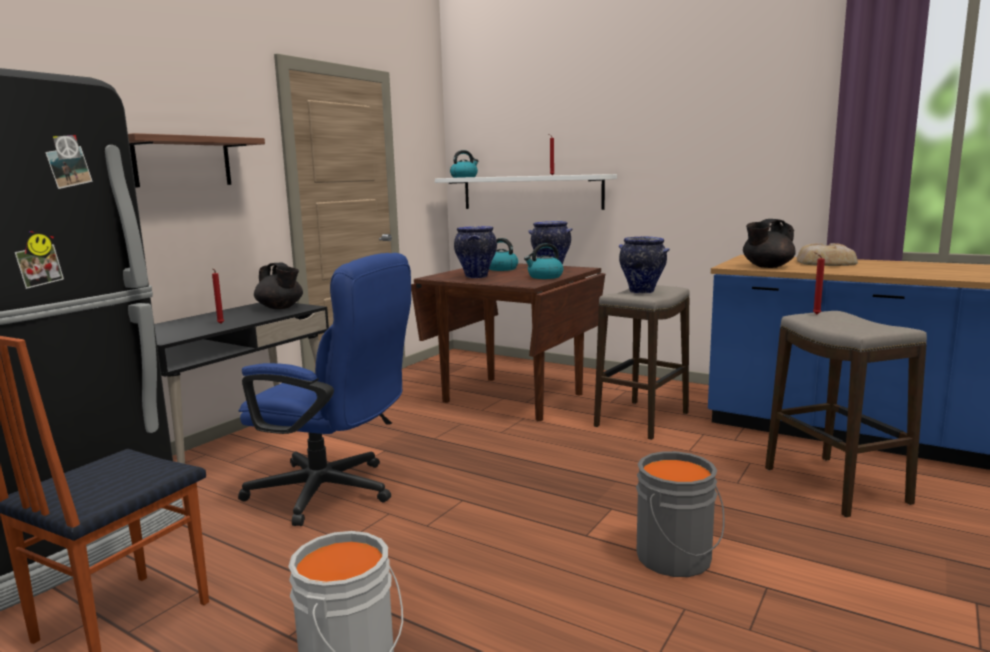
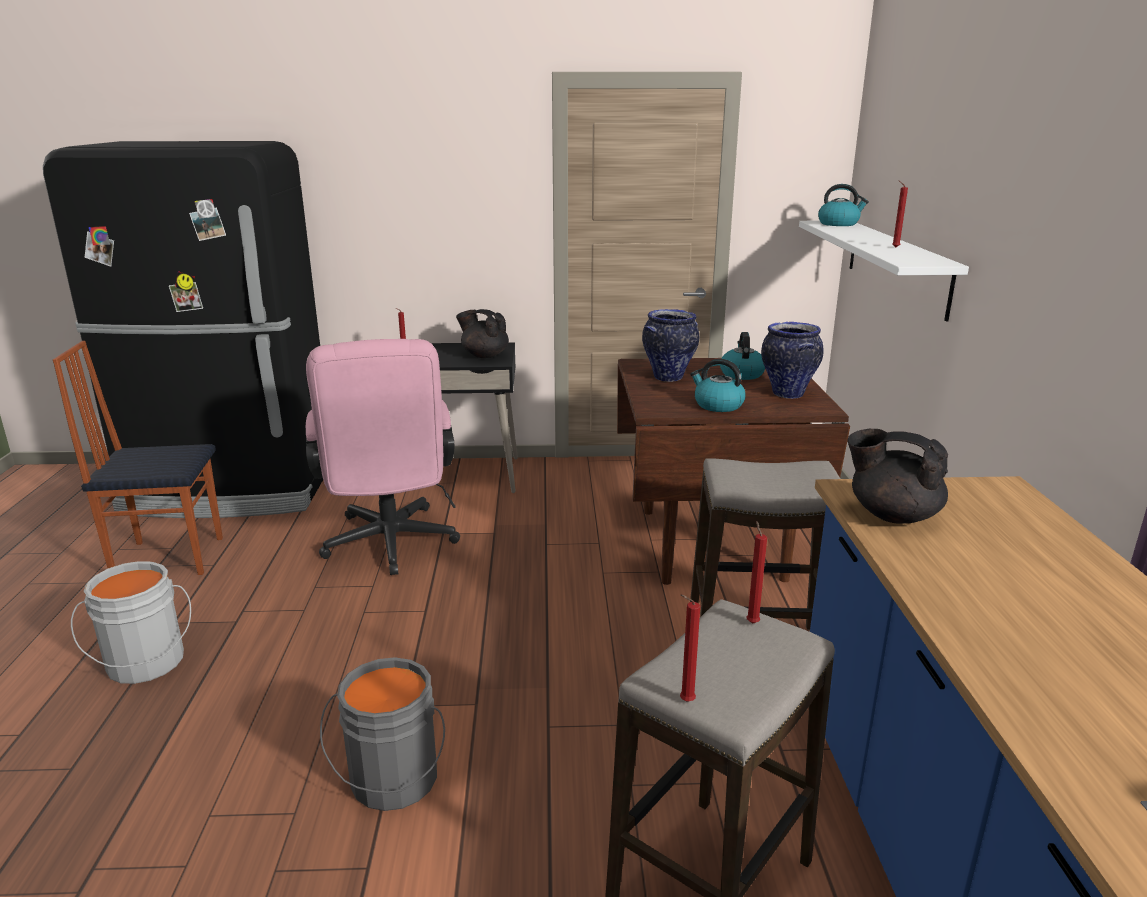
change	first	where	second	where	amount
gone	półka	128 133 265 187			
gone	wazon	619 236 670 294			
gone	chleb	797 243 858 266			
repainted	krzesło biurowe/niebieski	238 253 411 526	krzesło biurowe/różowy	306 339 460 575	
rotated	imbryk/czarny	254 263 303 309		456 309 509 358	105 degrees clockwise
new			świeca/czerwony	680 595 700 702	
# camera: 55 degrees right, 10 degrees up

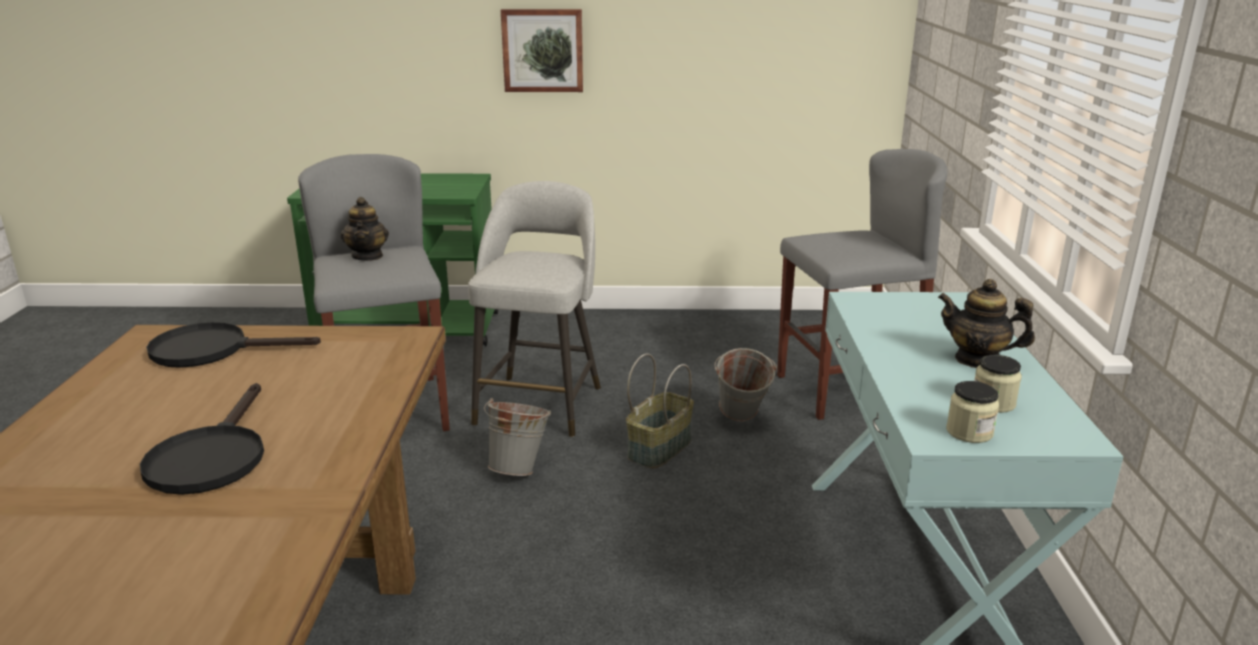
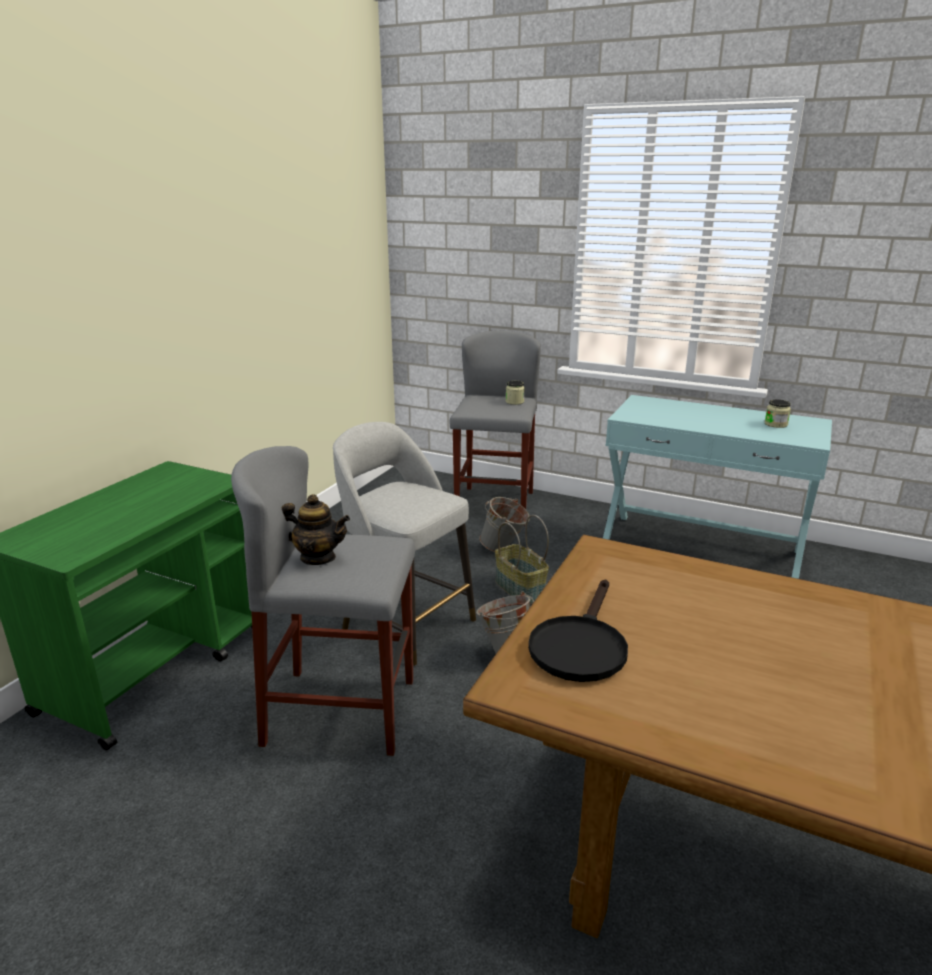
change	first	where	second	where	amount
gone	obraz	501 9 583 92			
gone	imbryk	938 279 1035 368			
shifted	słoik	946 381 999 443		506 381 525 405	
gone	patelnia/czarny	140 383 264 495			
# camera: 65 degrees left, 0 degrees up

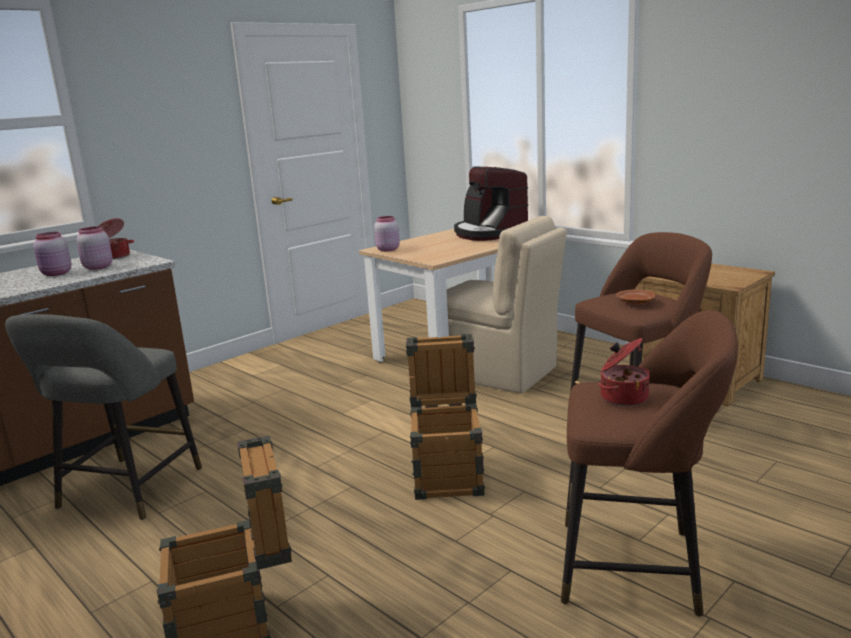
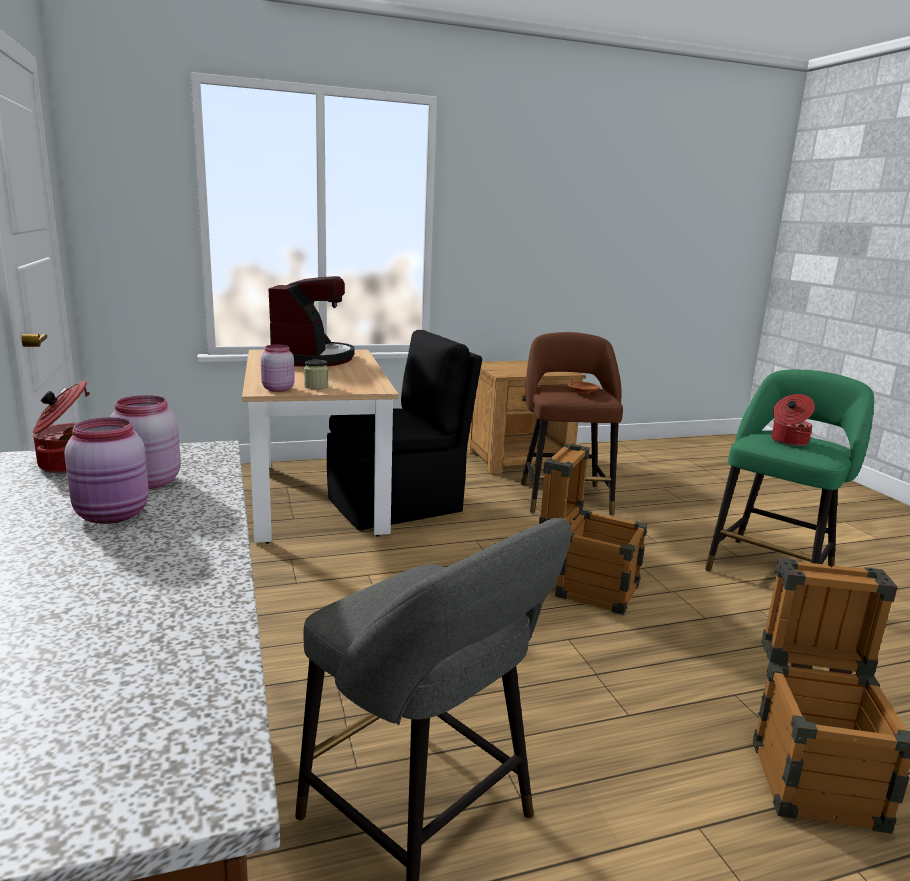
change	first	where	second	where	amount
rotated	ekspres do kawy	454 167 528 241		268 276 355 367	90 degrees counterclockwise
repainted	krzesło/beżowy	446 216 567 393	krzesło/czarny	327 330 482 530	
repainted	stołek/brązowy	561 310 738 617	stołek/zielony	705 370 874 572	
new			słoik	304 360 328 389	
# camera: 65 degrees left, 0 degrees up

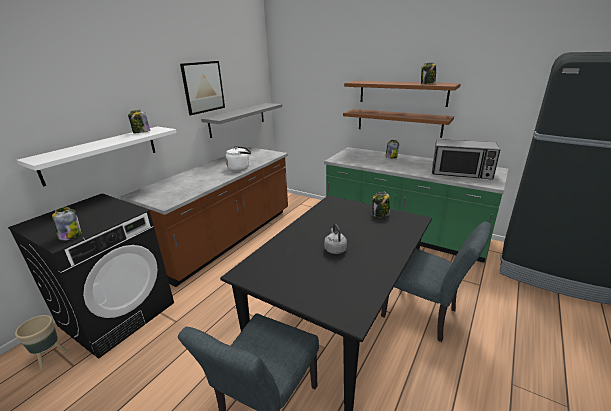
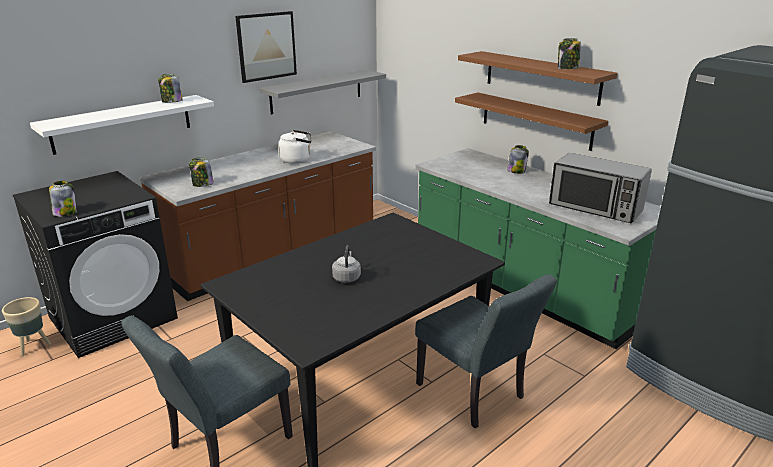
change	first	where	second	where	amount
shifted	słoik	372 191 390 217		189 157 214 187	
# camera: 15 degrees right, 0 degrees up

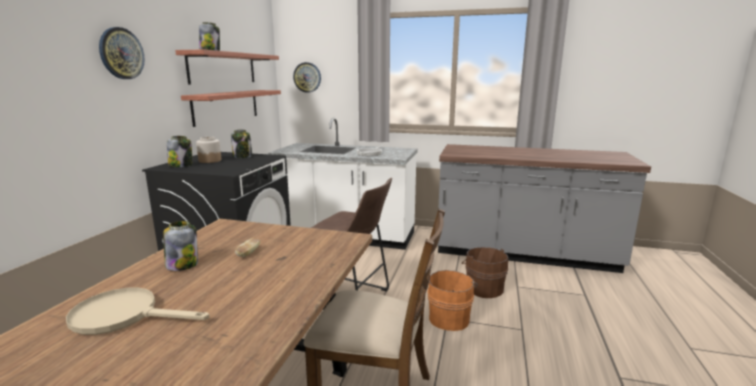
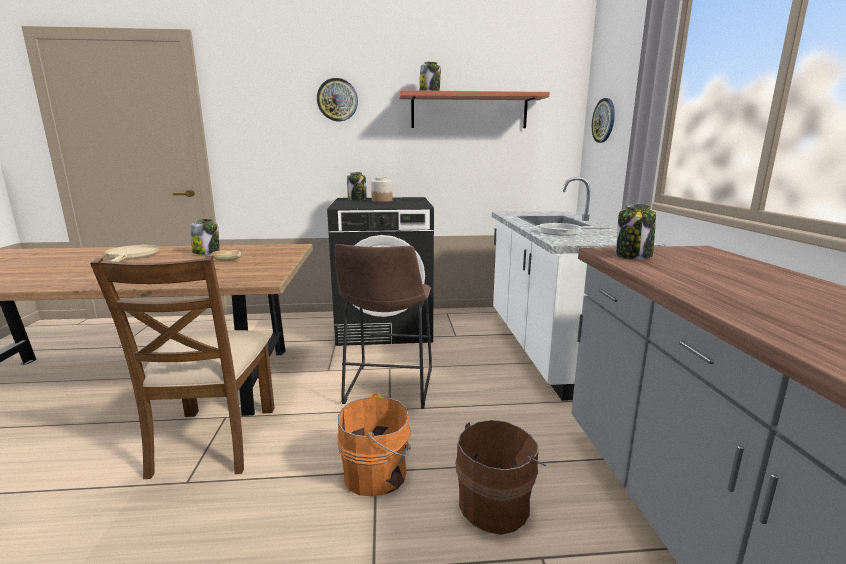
change	first	where	second	where	amount
gone	półka	181 90 281 127			
shifted	słoik	231 129 252 158		616 204 656 260	
# camera: 70 degrees right, 0 degrees up

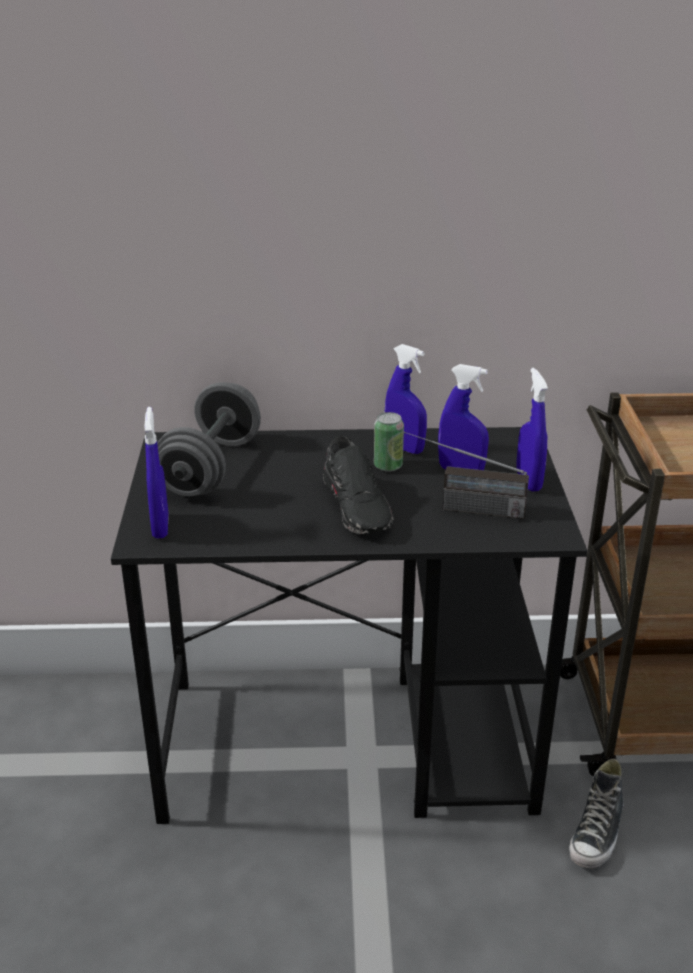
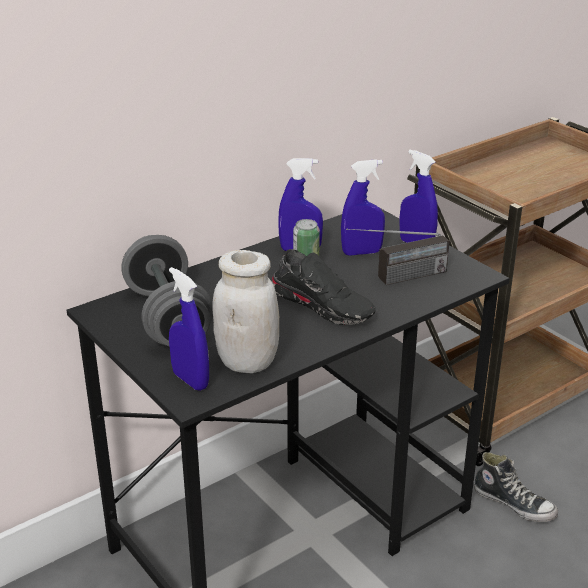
change	first	where	second	where	amount
rotated	but	569 759 624 868		474 452 558 522	45 degrees counterclockwise
new			słoik/biały	212 250 279 373	
# camera: 35 degrees left, 0 degrees up

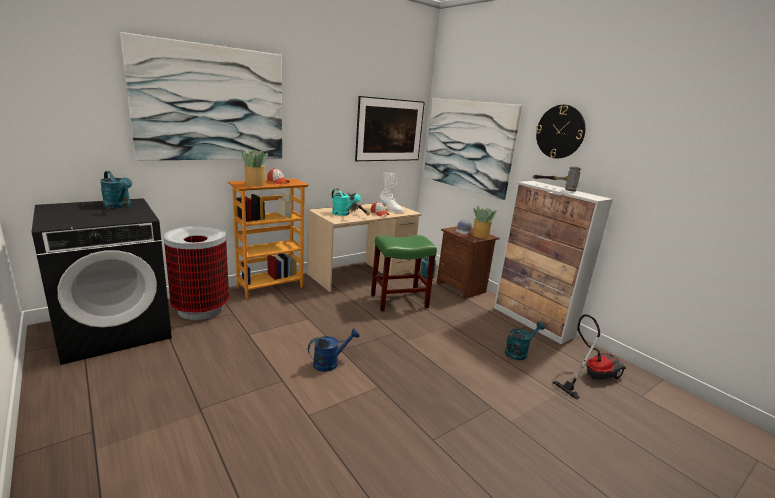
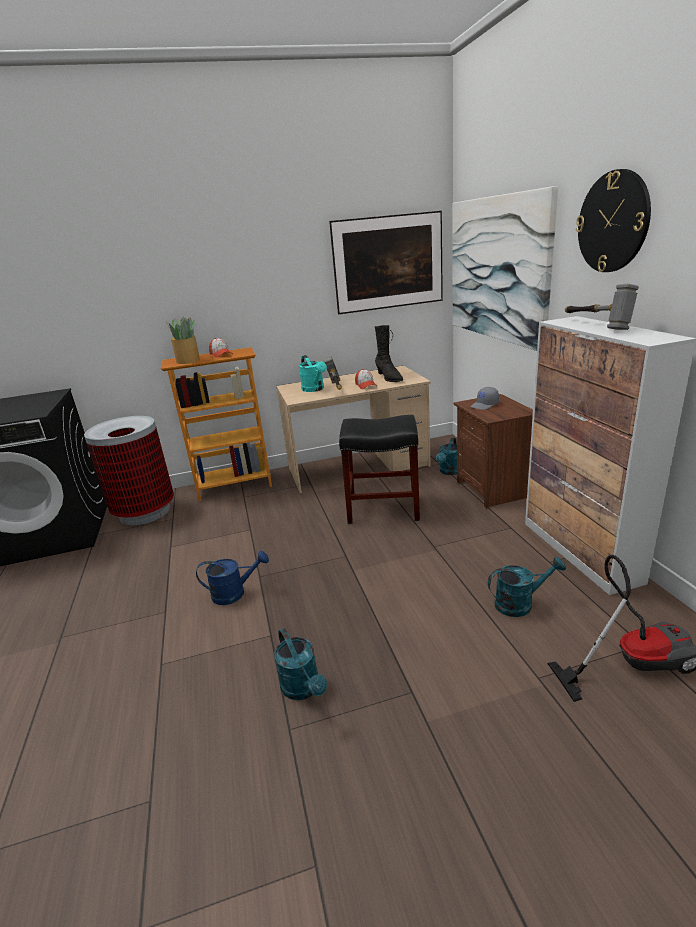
change	first	where	second	where	amount
gone	obraz	120 32 282 161			
shifted	konewka/turkusowy	100 171 132 208		275 628 327 700	
repainted	but z cholewką/biały	380 173 404 213	but z cholewką/czarny	375 325 403 382	
gone	roślina doniczkowa	472 206 497 239			
repainted	stołek/zielony	371 235 437 312	stołek/czarny	339 415 420 524	
# camera: 25 degrees right, 5 degrees up

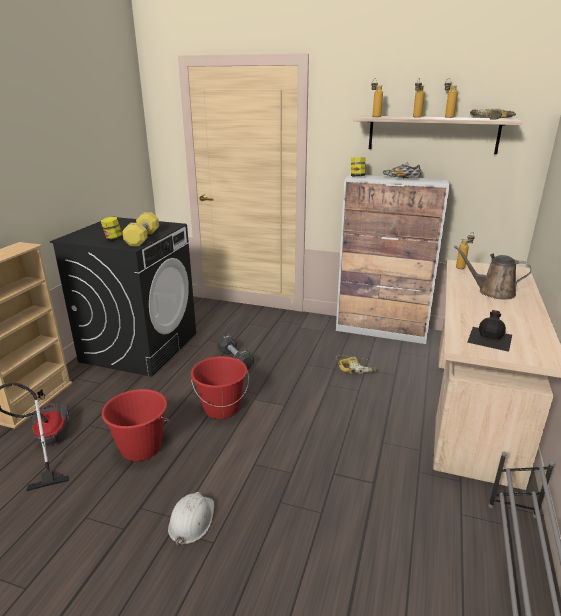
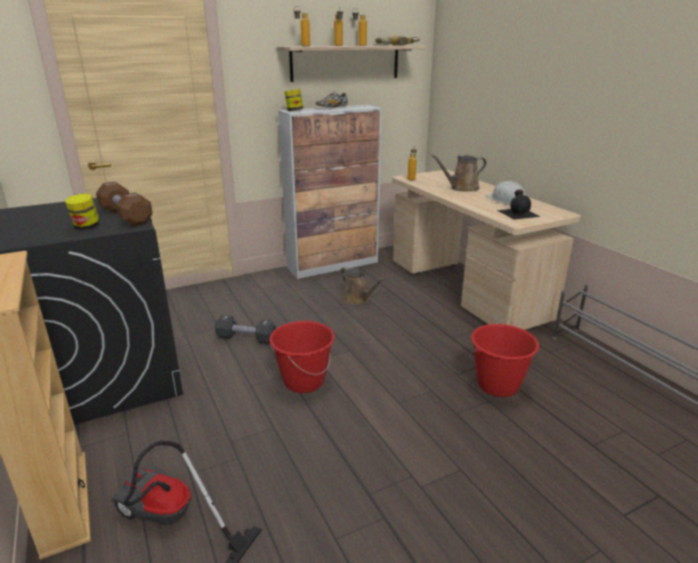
change	first	where	second	where	amount
repainted	hantel/żółty	122 212 159 246	hantel/brązowy	96 182 153 226	
swapped	wiertarka	336 355 378 374	konewka/brązowy	340 266 385 304	
shifted	wiadro/czerwony	102 389 169 461		469 324 539 397	
shifted	kask/biały	168 492 214 545		486 181 525 205	
# camera: 45 degrees left, 0 degrees up

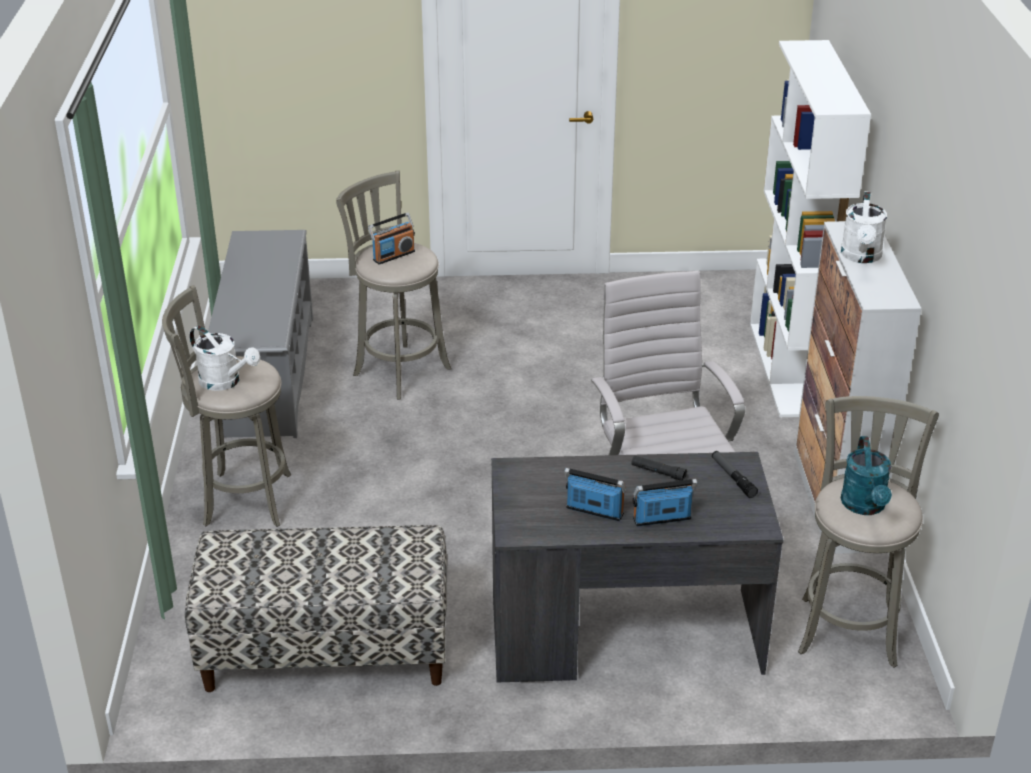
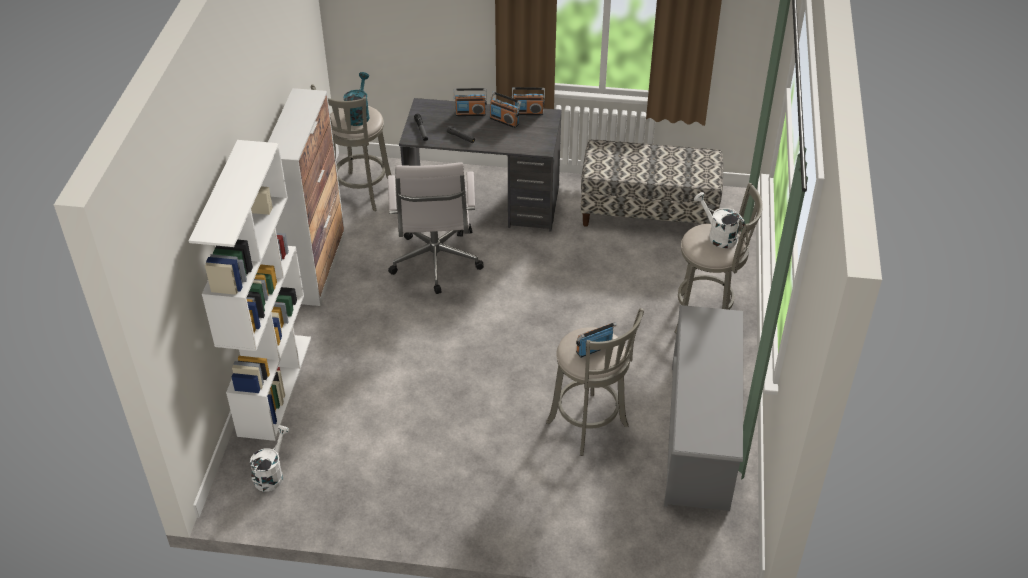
change	first	where	second	where	amount
shifted	konewka/biały	841 191 887 263		250 425 290 492	
new			radio	512 87 545 115	
# camera: 170 degrees left, 10 degrees up

